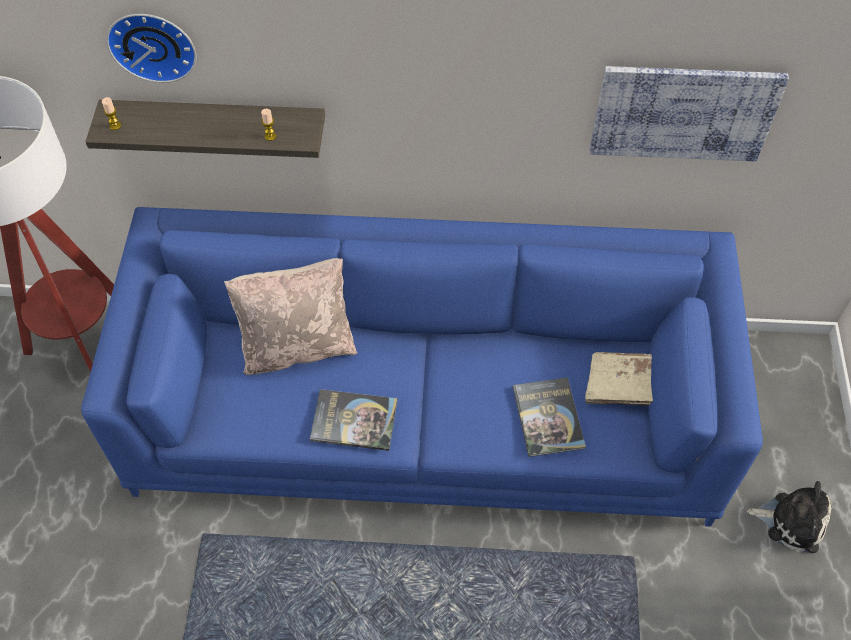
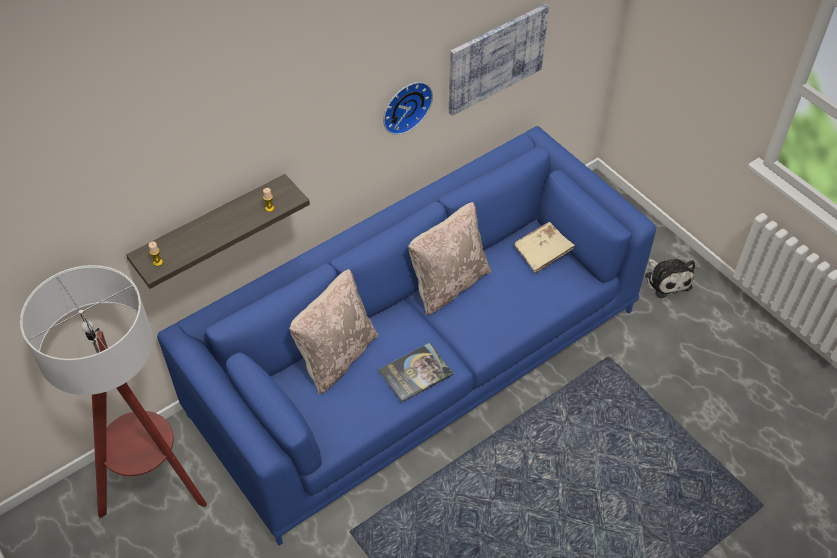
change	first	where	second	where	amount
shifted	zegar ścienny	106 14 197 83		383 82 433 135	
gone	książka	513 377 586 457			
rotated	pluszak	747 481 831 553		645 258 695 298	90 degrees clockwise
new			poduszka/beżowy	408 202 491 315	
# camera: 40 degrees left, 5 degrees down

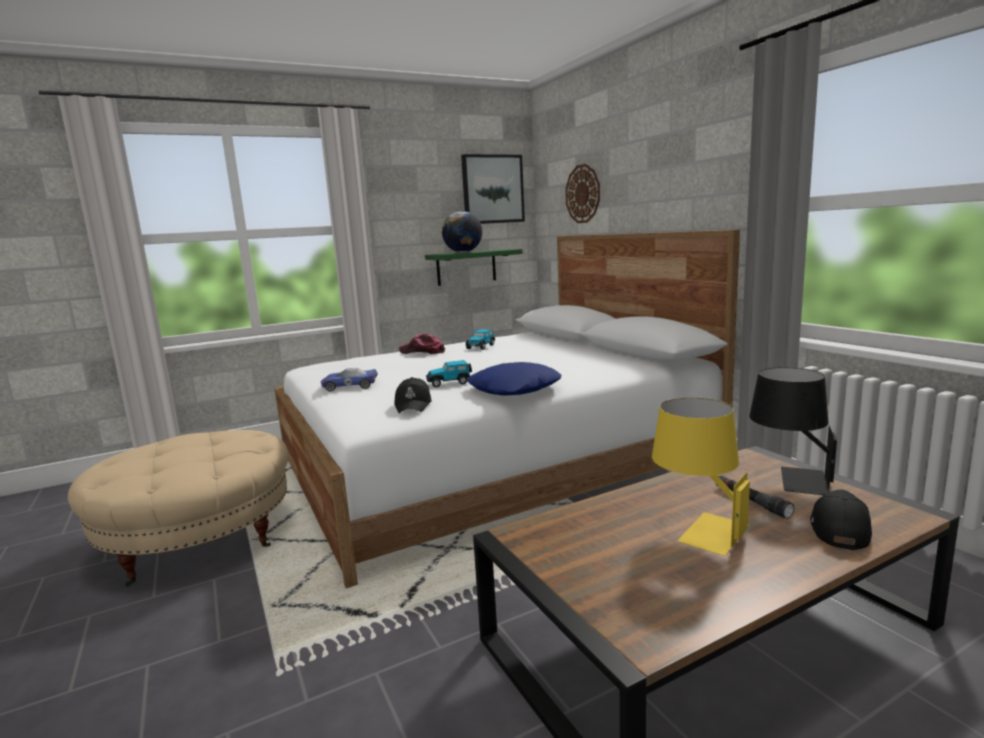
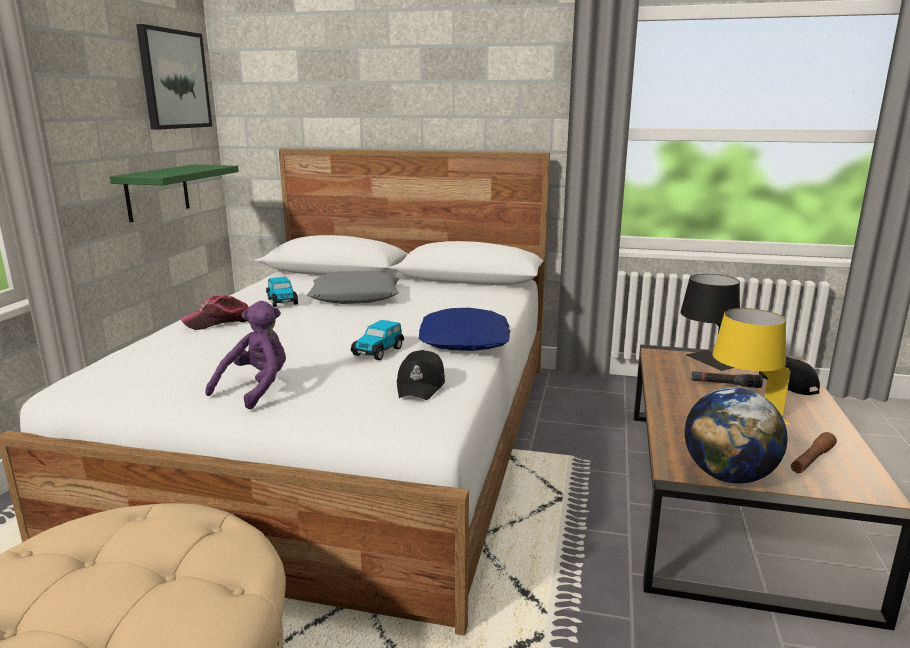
change	first	where	second	where	amount
gone	zegar ścienny	565 164 600 223			
shifted	globus	442 211 482 253		685 387 787 484	
swapped	samochodzik	321 368 378 392	pluszak/fioletowy	205 301 286 410	
rotated	czapka z daszkiem/czarny	394 377 432 413		397 350 445 400	60 degrees clockwise
new			poduszka/szary	307 271 399 304	
new			latarka/brązowy	791 432 837 473	
# camera: 50 degrees left, 5 degrees up

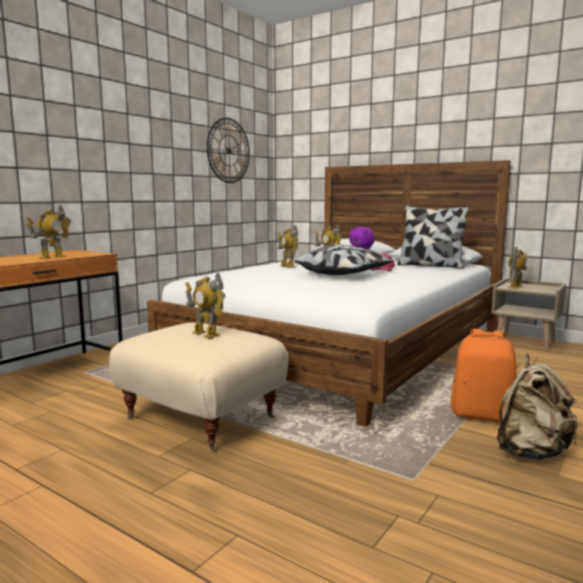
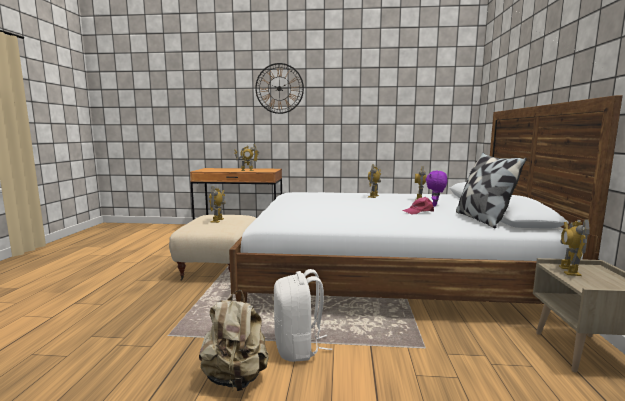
change	first	where	second	where	amount
shifted	zegar ścienny	207 118 250 183		255 63 304 114	
gone	poduszka	295 244 393 275			
rotated	robot zabawkowy	507 247 527 289		559 219 590 276	90 degrees counterclockwise
repainted	plecak/pomarańczowy	451 329 516 422	plecak/biały	274 269 332 362	
# camera: 60 degrees right, 0 degrees up

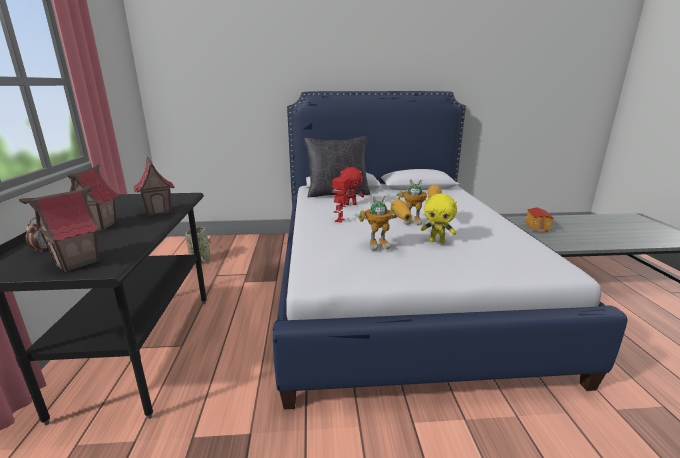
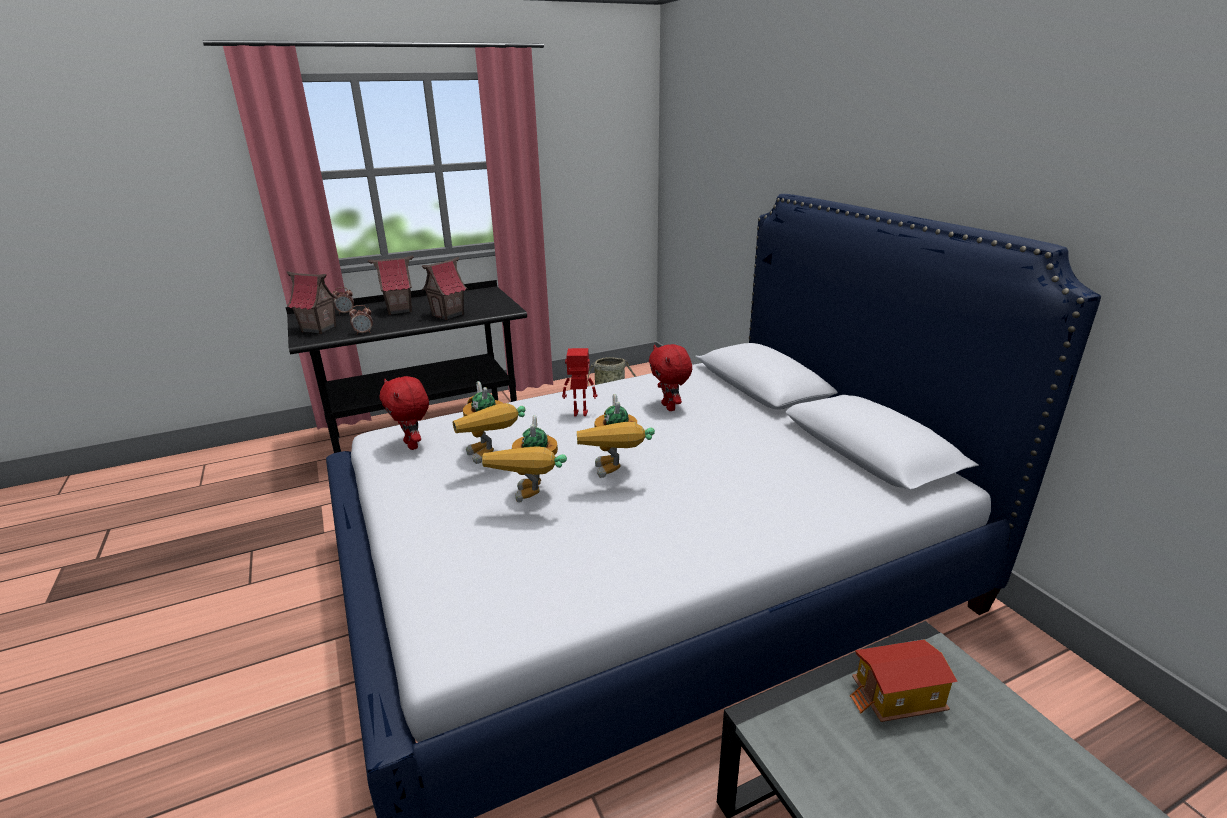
change	first	where	second	where	amount
gone	poduszka/czarny	304 136 370 197			
swapped	pluszak/żółty	421 194 457 243	robot zabawkowy	482 415 567 502	
new			budzik	349 305 373 335	
new			pluszak/czerwony	380 376 429 450	
# camera: 70 degrees right, 5 degrees up

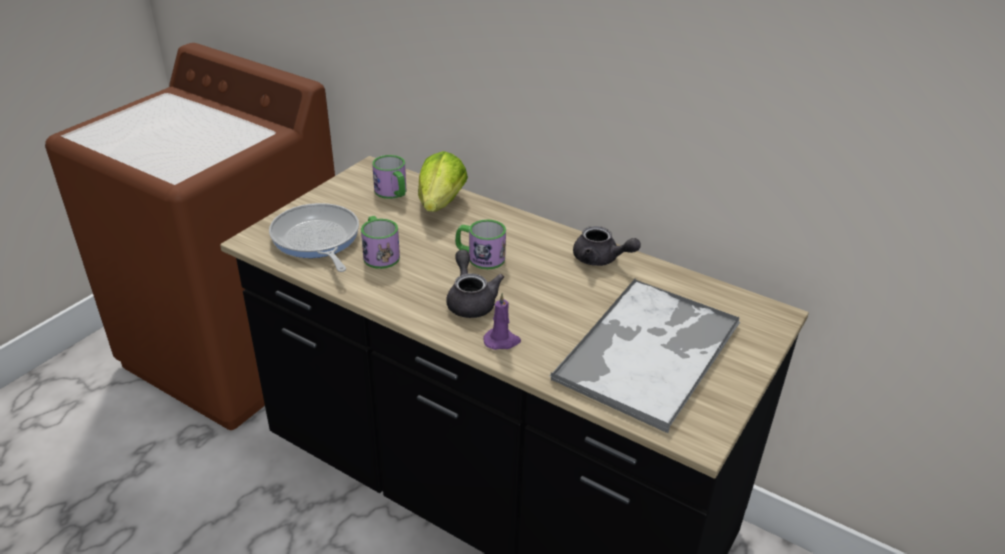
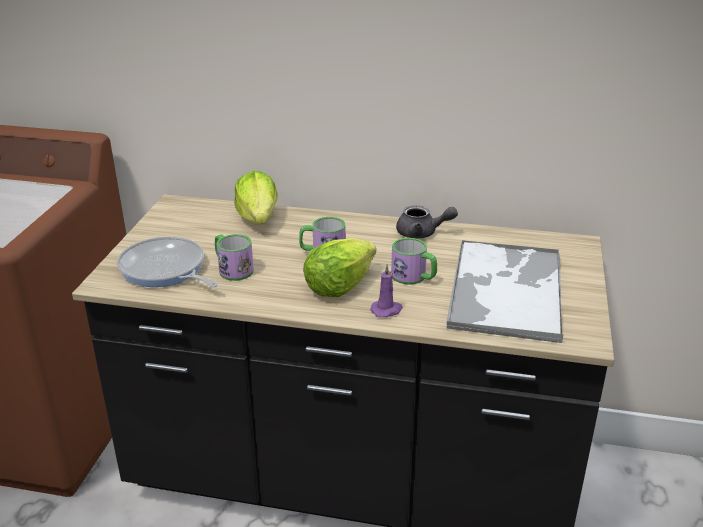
change	first	where	second	where	amount
shifted	kubek	372 155 406 199		391 238 437 285	
swapped	imbryk/szary	446 250 504 318	sałata	303 238 376 297	
# camera: 20 degrees left, 5 degrees down

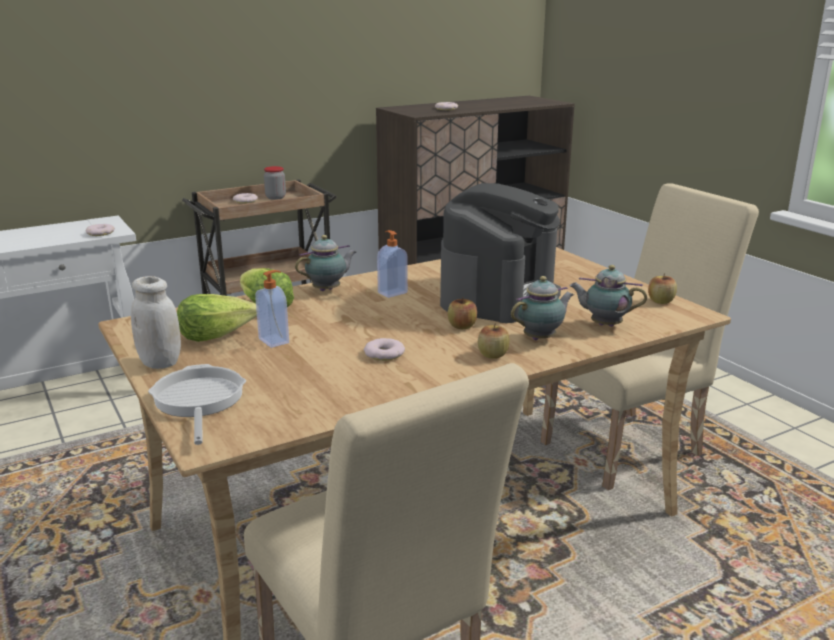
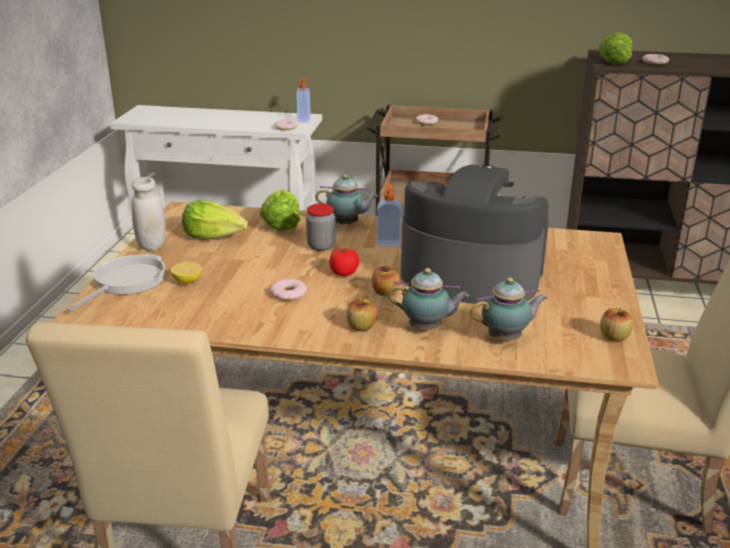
change	first	where	second	where	amount
shifted	słoik	264 166 286 200		306 204 336 251	
rotated	ekspres do kawy	440 183 561 323		401 164 549 304	135 degrees counterclockwise
rotated	imbryk	570 265 647 327		470 277 547 341	105 degrees clockwise
shifted	dozownik mydła	255 270 289 348		297 78 311 122	
new			sałata	598 33 632 64	
new			pomidor	329 248 359 276	
new			cytryna	171 262 202 284	
# camera: 40 degrees right, 5 degrees up

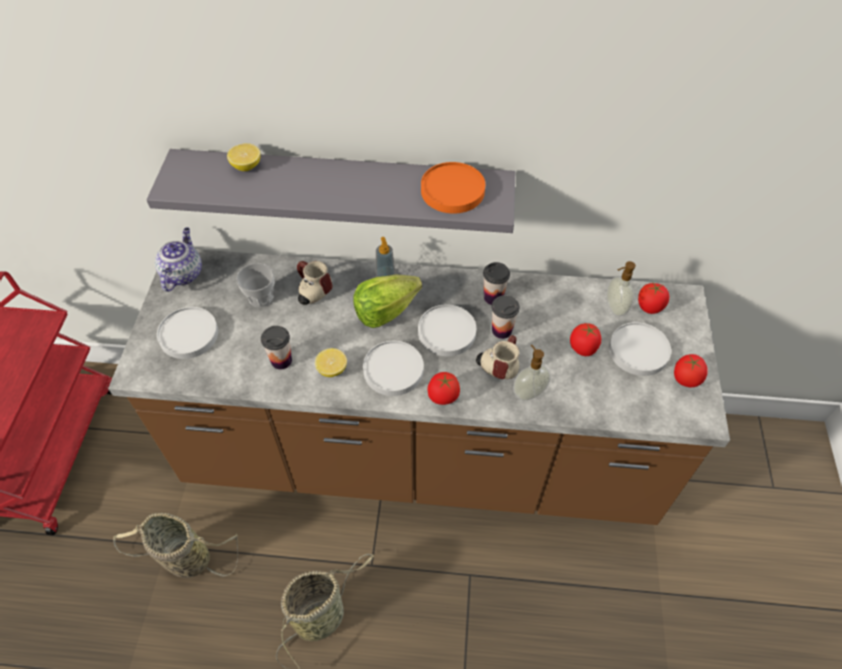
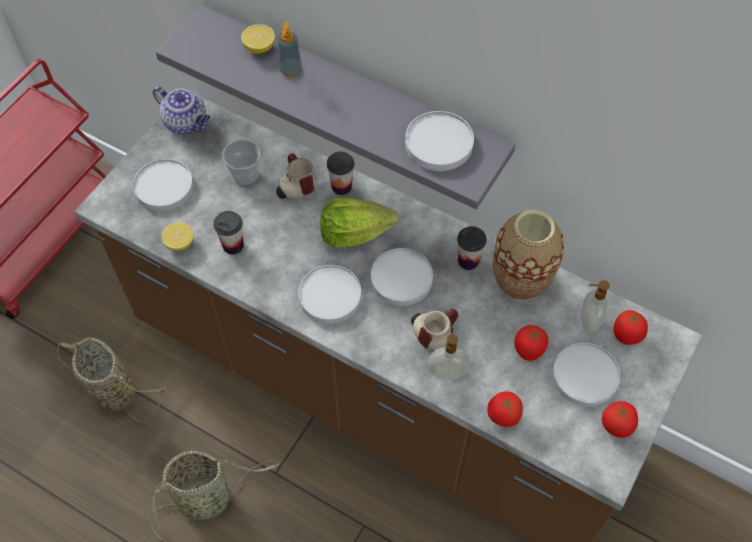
change	first	where	second	where	amount
repainted	talerz/pomarańczowy	421 162 485 214	talerz/biały	405 111 474 171	
rotated	imbryk	155 227 202 292		153 86 210 135	90 degrees clockwise
shifted	dozownik mydła	376 237 395 277		277 22 302 77	
shifted	filiżanka	492 295 519 339		327 152 354 195	
shifted	cytryna	315 348 347 377		161 222 194 251	
shifted	pomidor	427 372 460 405		487 392 523 427	
new			wazon	493 209 564 301	
# camera: 25 degrees right, 5 degrees up

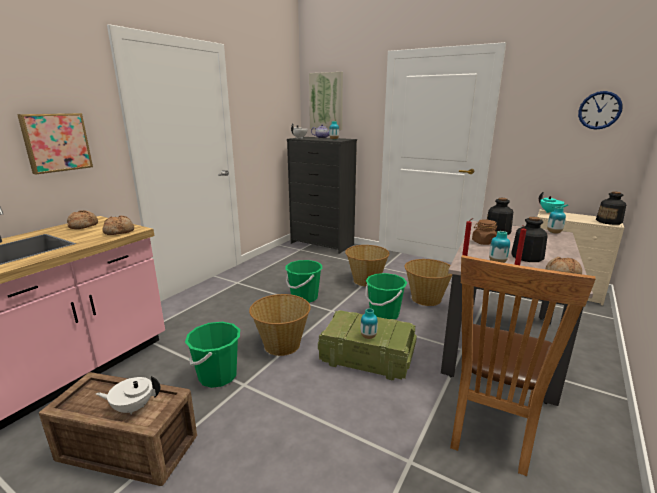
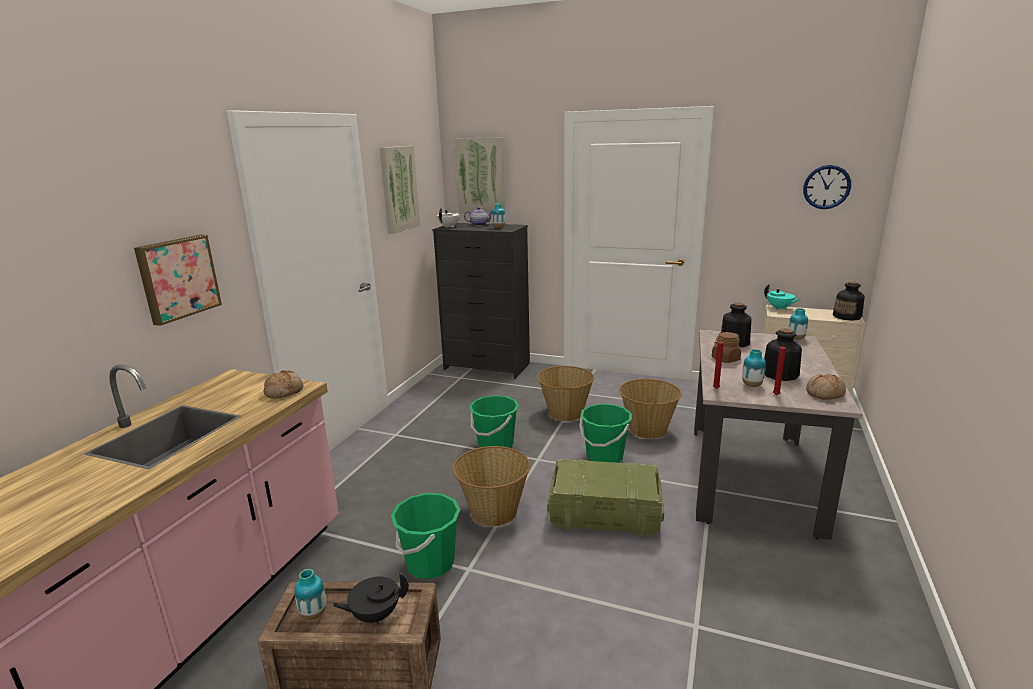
change	first	where	second	where	amount
gone	chleb	67 210 98 229			
gone	krzesło/brązowy	450 255 596 476			
shifted	wazon	361 308 378 339		295 569 326 620	
repainted	imbryk/biały	96 376 160 415	imbryk/czarny	332 573 409 624	
new			obraz	380 146 420 234	
# camera: 10 degrees left, 0 degrees up

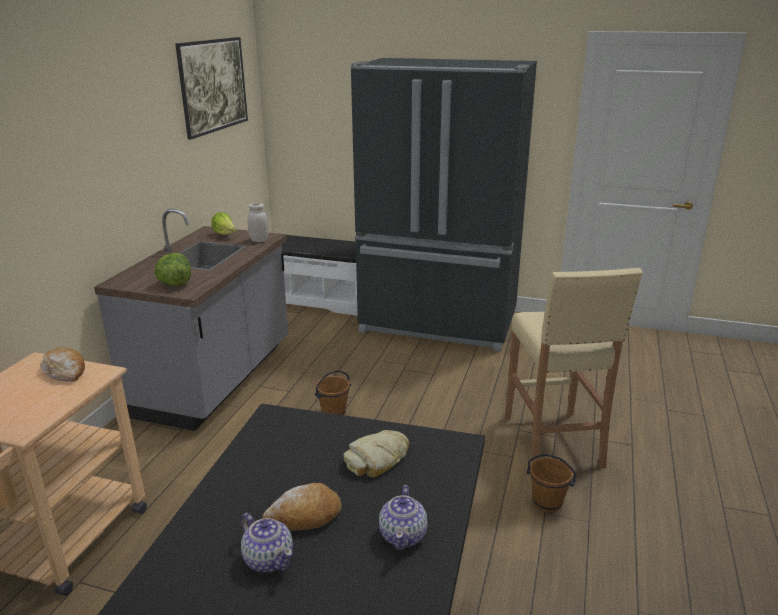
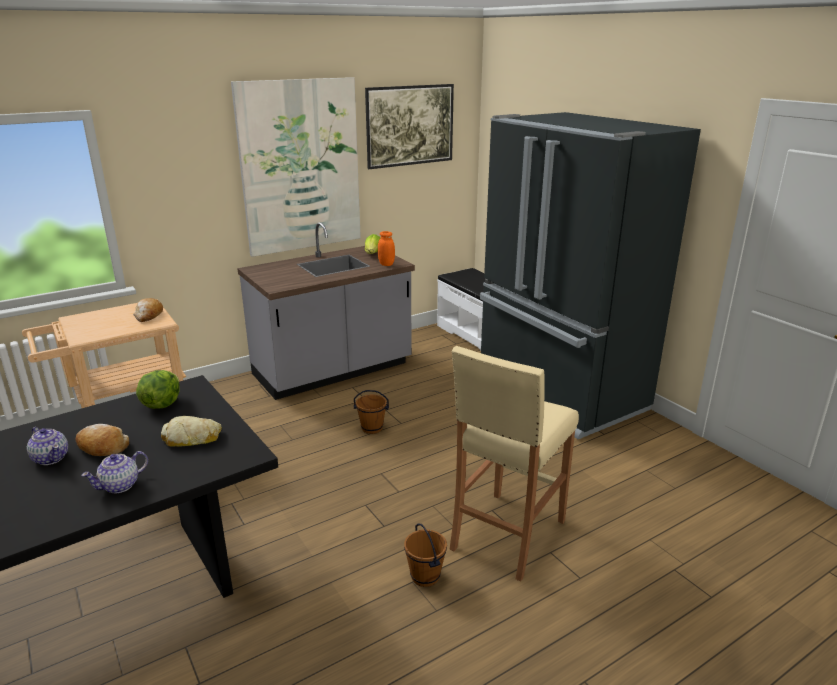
change	first	where	second	where	amount
repainted	słoik/biały	248 203 268 242	słoik/pomarańczowy	378 231 395 266	
shifted	sałata	155 253 191 286		136 370 180 409	
rotated	imbryk	241 513 293 573		27 427 68 465	45 degrees counterclockwise
new			obraz	231 77 361 257	
# camera: 40 degrees right, 0 degrees up

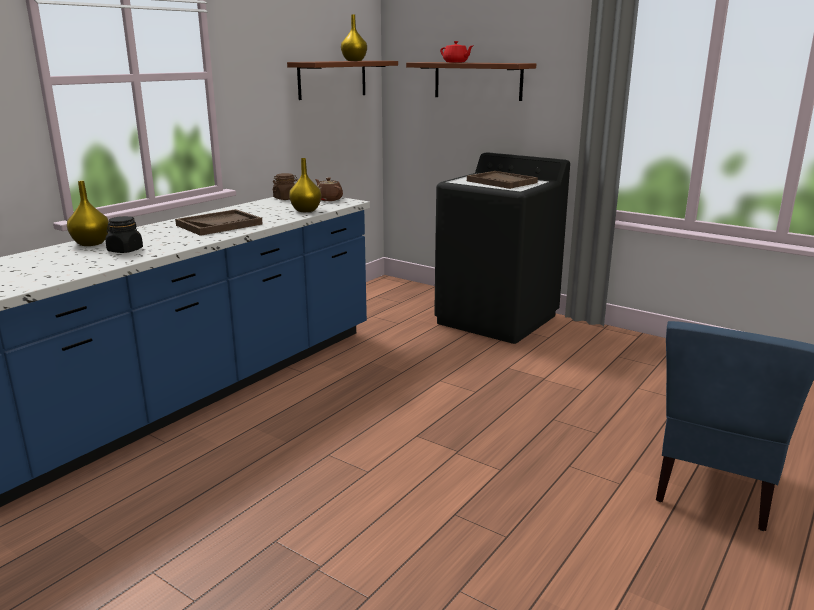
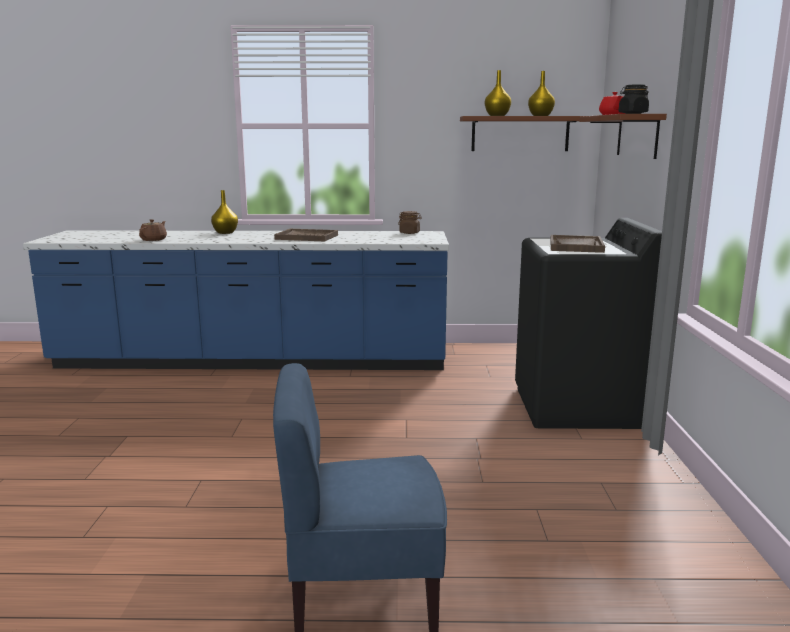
change	first	where	second	where	amount
shifted	wazon/żółty	289 158 321 212		485 70 511 116	
shifted	imbryk/brązowy	315 177 343 201		139 219 167 241	
shifted	słoik/czarny	105 216 143 253		619 84 649 114	
# camera: 55 degrees right, 5 degrees down

